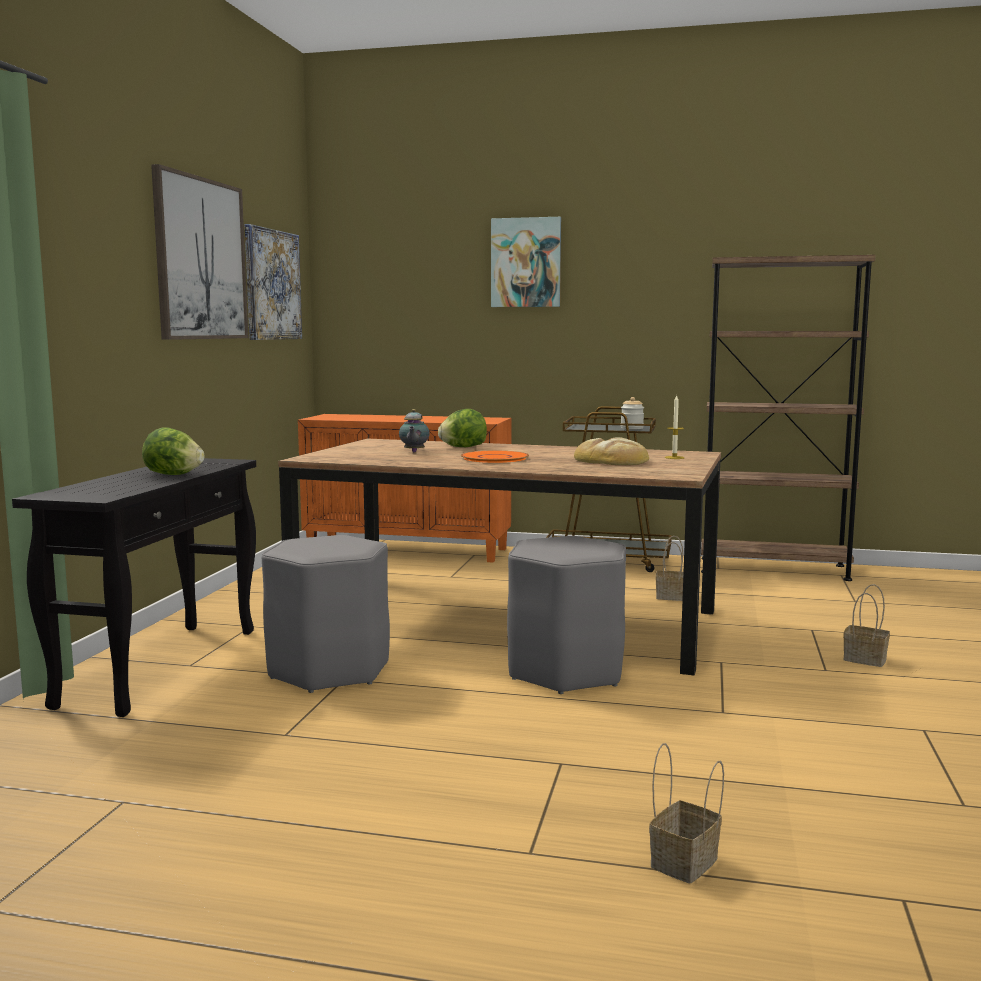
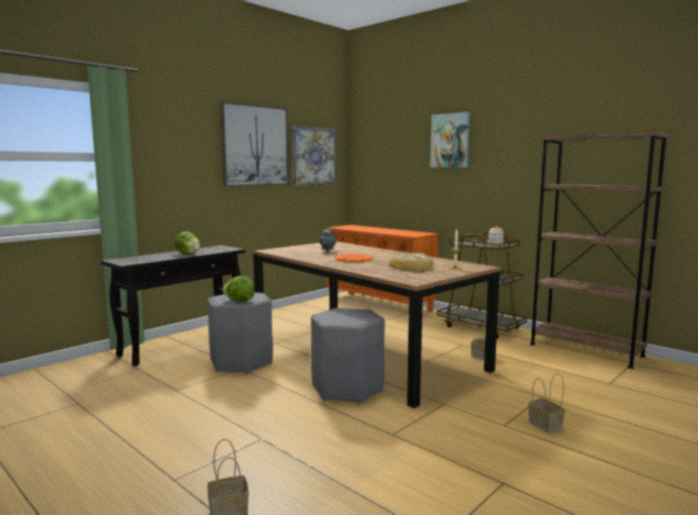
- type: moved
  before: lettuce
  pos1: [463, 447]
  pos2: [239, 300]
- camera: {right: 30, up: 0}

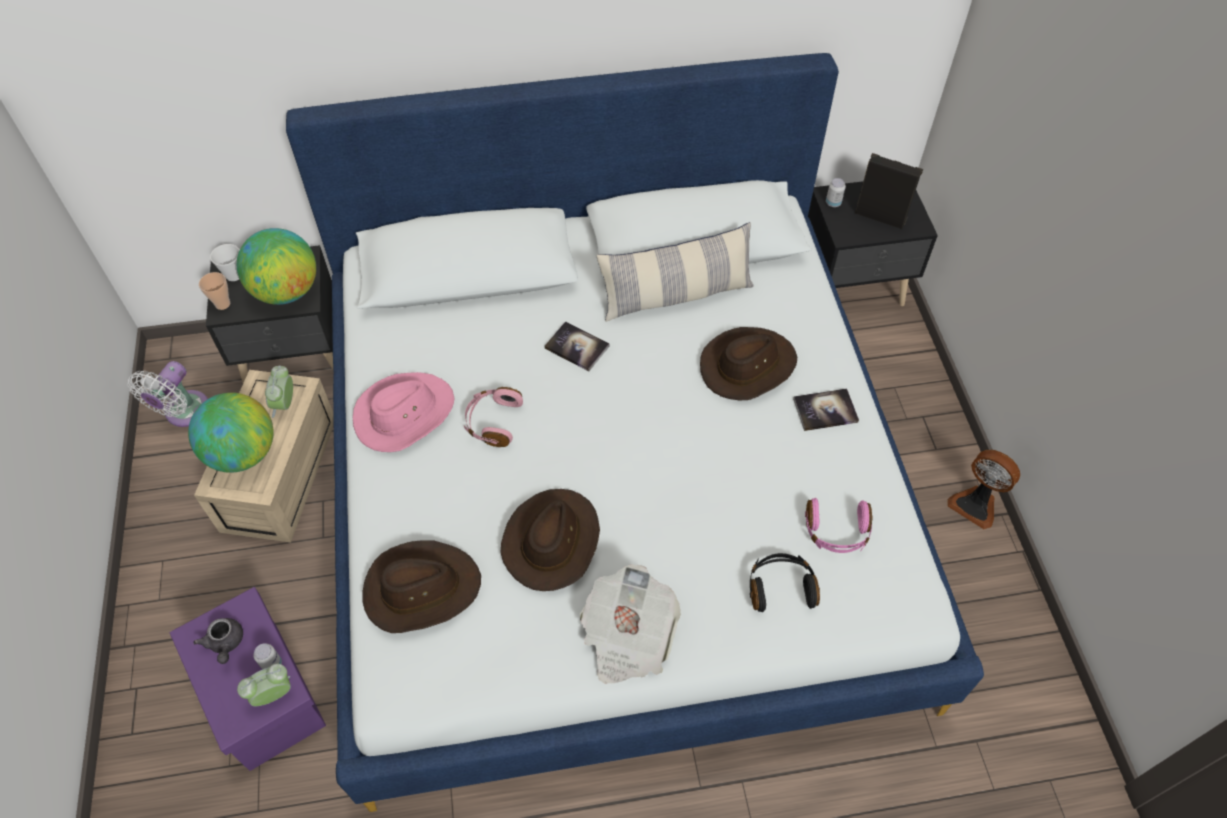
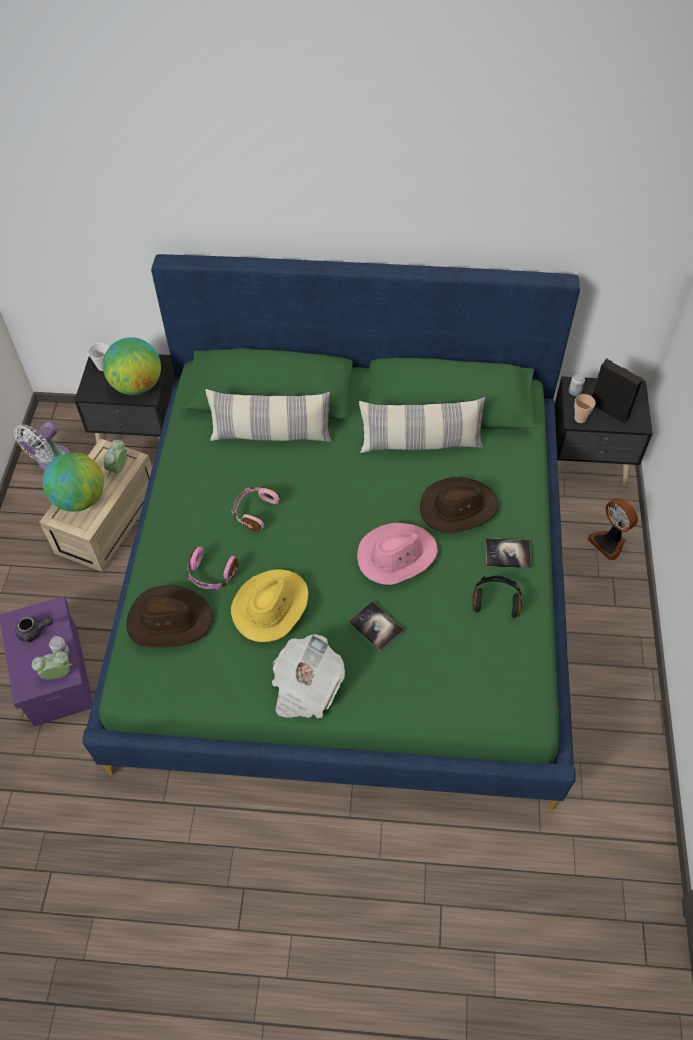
- type: turned
  before: teapot (grey)
  pos1: [225, 644]
  pos2: [34, 631]
  turn: -90
- type: moved
  before: cup
  pos1: [222, 304]
  pos2: [580, 418]
- type: recoloured
  before: bed (white)
  after: bed (green)
  pos1: [613, 494]
  pos2: [348, 586]
- type: moved
  before: hat (pink)
  pos1: [404, 414]
  pos2: [396, 555]
- type: recoloured
  before: hat (brown)
  after: hat (yellow)
  pos1: [552, 541]
  pos2: [271, 606]
- type: moved
  before: book
  pos1: [577, 347]
  pos2: [376, 627]
- type: moved
  before: headphones (black)
  pos1: [780, 587]
  pos2: [496, 600]
- type: moved
  before: headphones (pink)
  pos1: [836, 532]
  pos2: [211, 575]
- type: moved
  before: fan
  pos1: [975, 504]
  pos2: [609, 542]
- type: added
  after: pillow
  pos2: [271, 434]
- camera: {right: 15, up: 0}

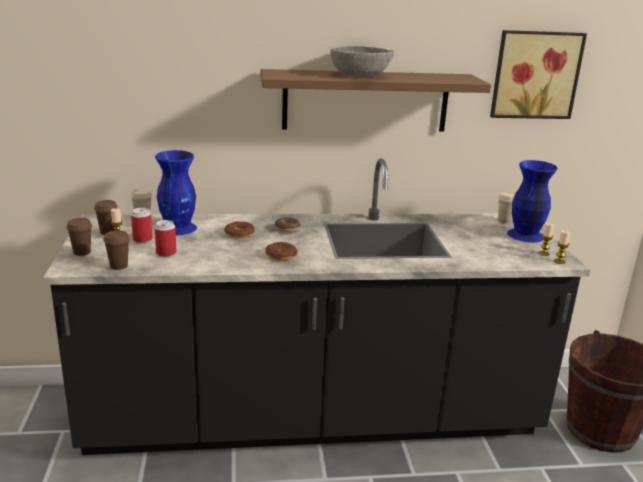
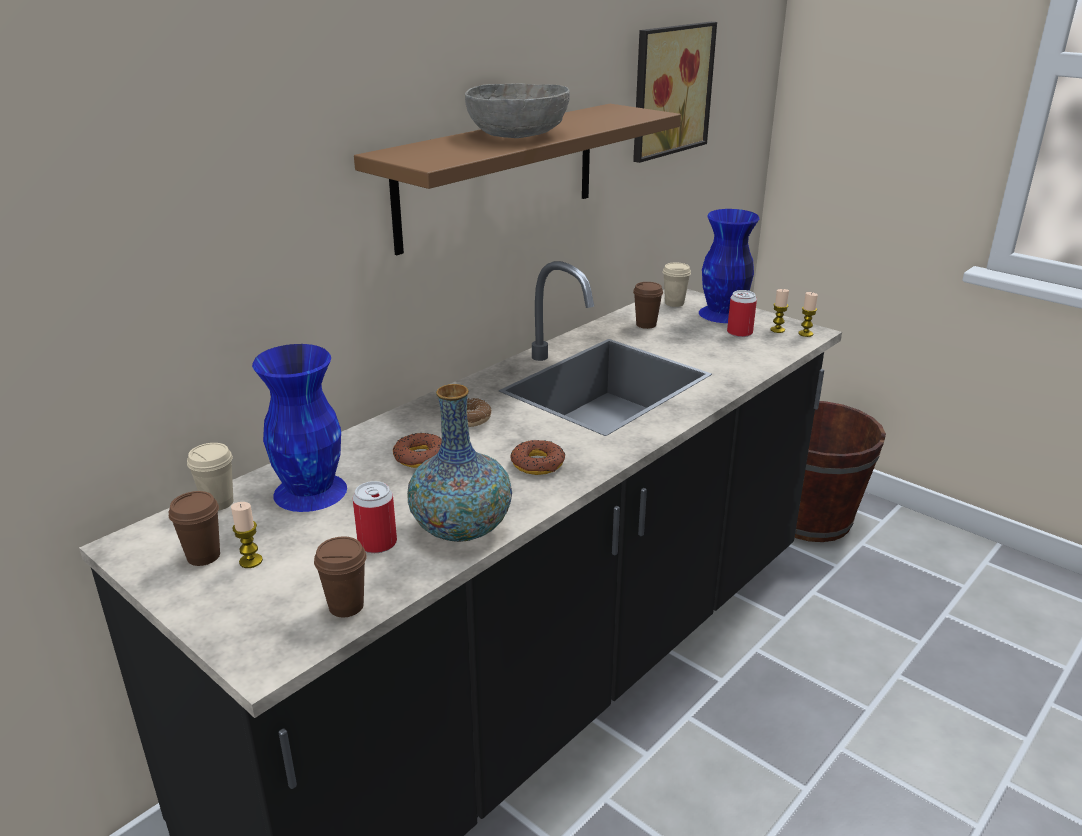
- type: moved
  before: cup (brown)
  pos1: [82, 252]
  pos2: [646, 324]
- type: moved
  before: can
  pos1: [142, 239]
  pos2: [739, 333]
- type: added
  after: vase
  pos2: [461, 529]
- camera: {right: -40, up: 5}

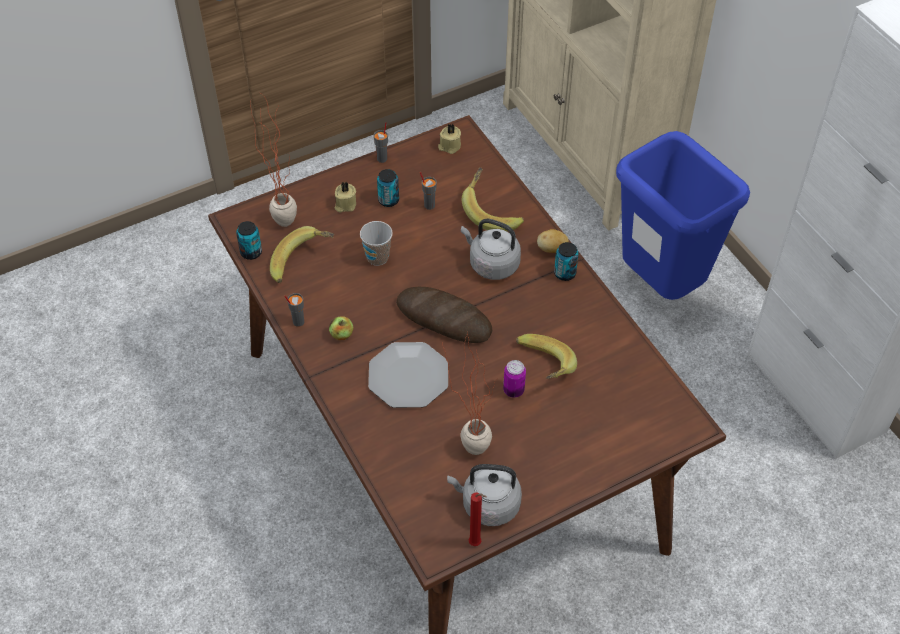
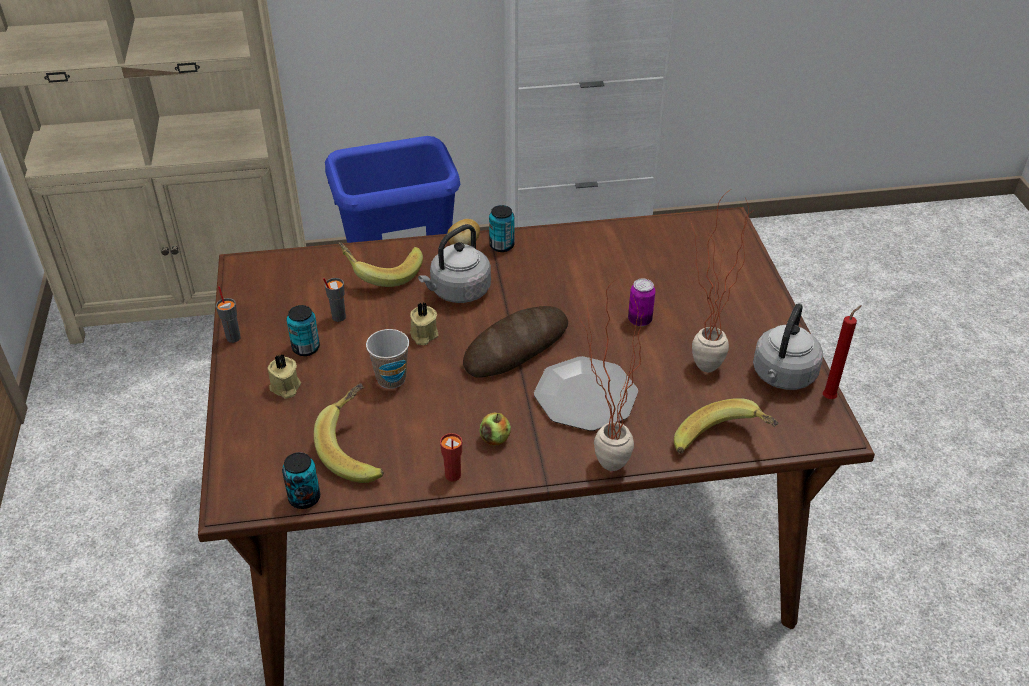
- type: moved
  before: potted plant
  pos1: [283, 216]
  pos2: [599, 464]
- type: recoloured
  before: cup (grey)
  after: cup (red)
  pos1: [298, 322]
  pos2: [452, 476]
- type: moved
  before: candle (beige)
  pos1: [449, 146]
  pos2: [423, 335]
- type: moved
  before: banana
  pos1: [542, 369]
  pos2: [723, 445]
- camera: {right: -70, up: -10}

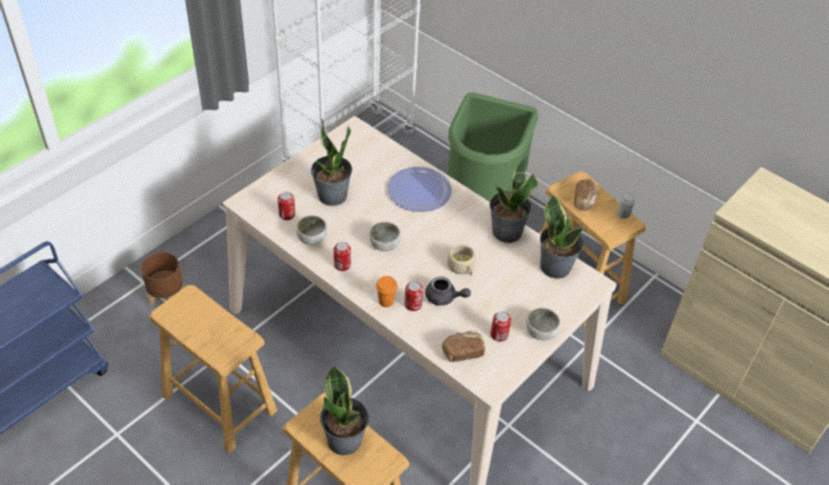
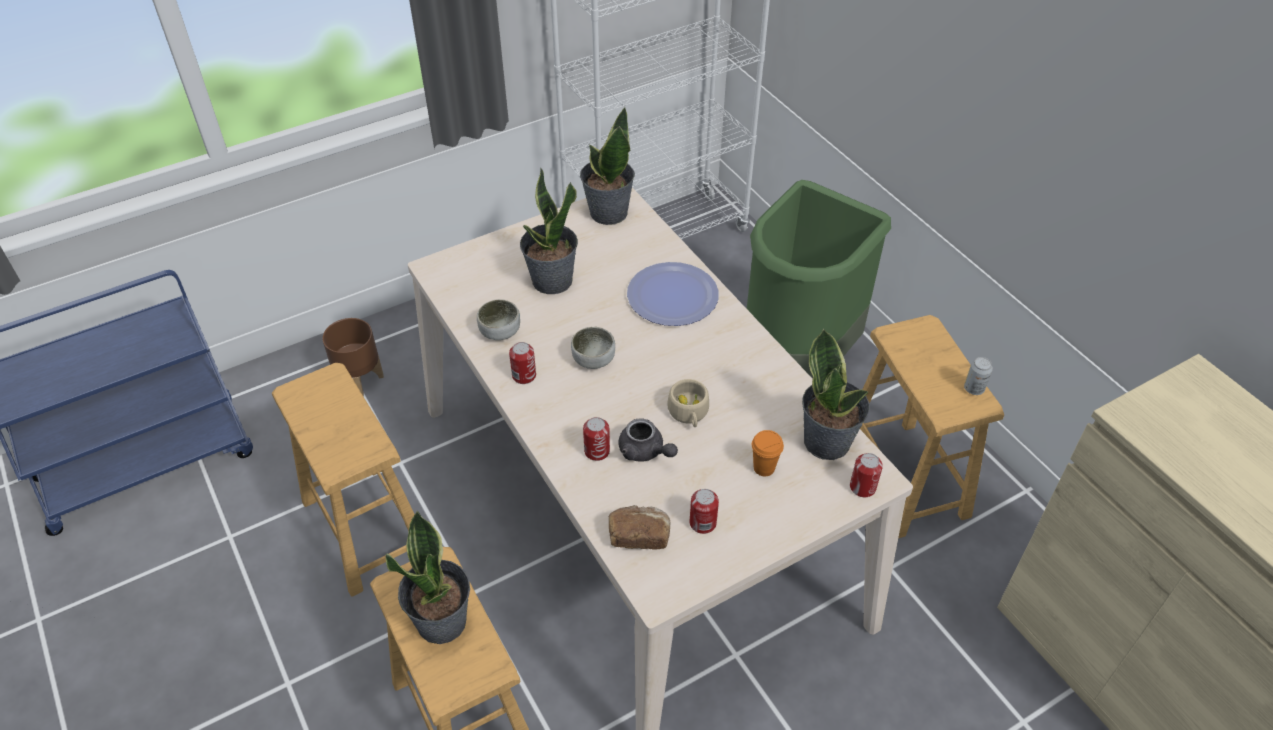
- type: moved
  before: can
  pos1: [287, 215]
  pos2: [862, 487]
- type: moved
  before: cup (orange)
  pos1: [386, 301]
  pos2: [764, 468]
- type: moved
  before: potted plant
  pos1: [506, 232]
  pos2: [607, 212]
- type: removed
  before: bowl
  pos1: [541, 331]
- type: removed
  before: bread
  pos1: [584, 201]
- camera: {right: 20, up: 0}

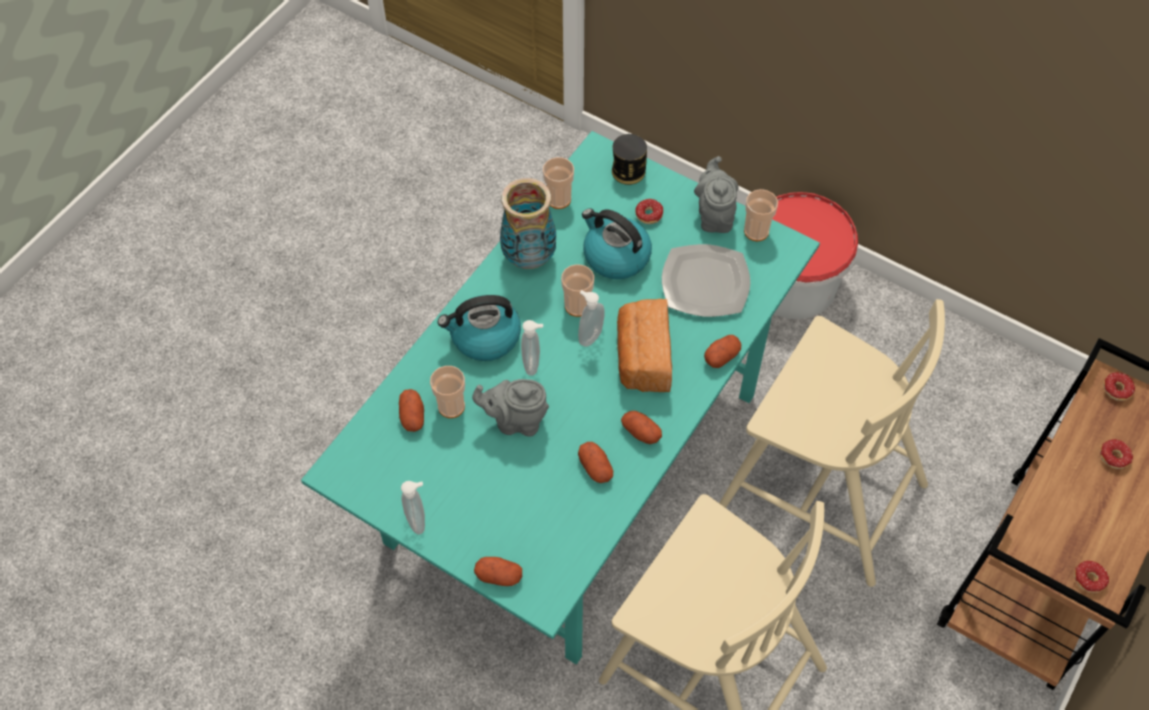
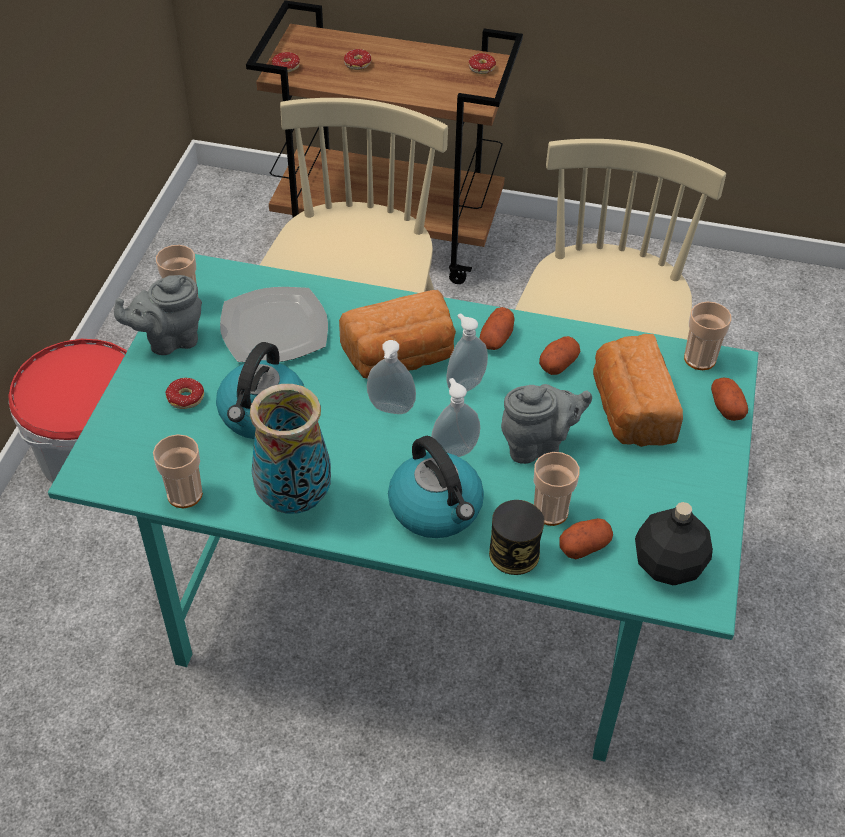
- type: moved
  before: soap dispenser
  pos1: [418, 520]
  pos2: [464, 384]
- type: turned
  before: teapot (grey)
  pos1: [516, 421]
  pos2: [538, 445]
  turn: -90
- type: moved
  before: cup
  pos1: [577, 306]
  pos2: [699, 359]
- type: moved
  before: can
  pos1: [628, 171]
  pos2: [514, 553]
- type: removed
  before: potato
  pos1: [721, 356]
- type: added
  after: bread
  pos2: [629, 411]
- type: added
  after: bottle (black)
  pos2: [668, 564]
- camera: {right: -110, up: -10}

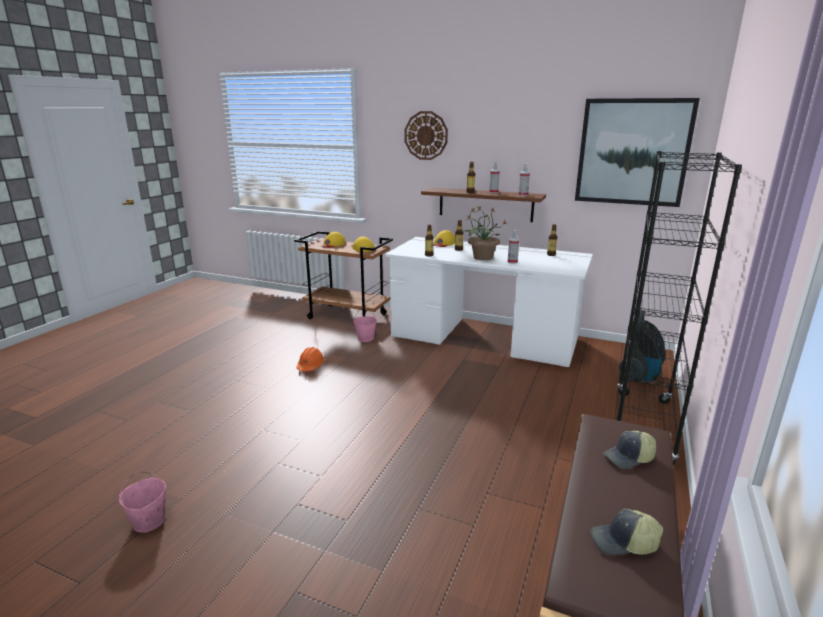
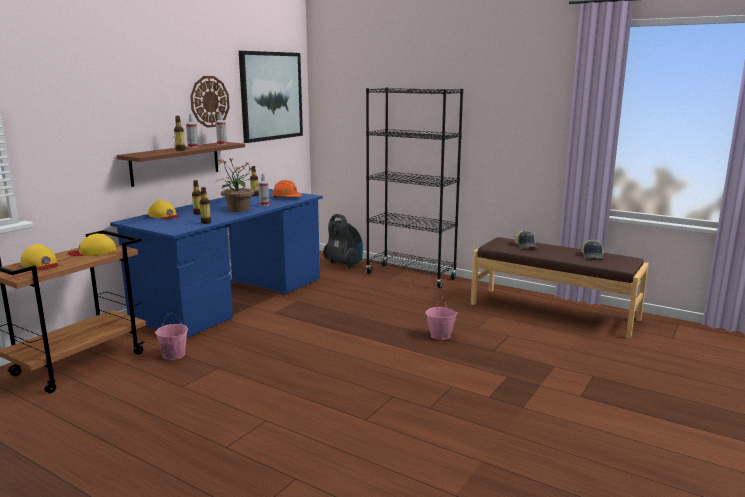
- type: moved
  before: bucket (pink)
  pos1: [149, 522]
  pos2: [440, 336]
- type: moved
  before: hard hat (orange)
  pos1: [310, 366]
  pos2: [286, 198]
- type: recoloured
  before: desk (white)
  after: desk (blue)
  pos1: [484, 337]
  pos2: [232, 299]
- type: moved
  before: wall clock
  pos1: [426, 135]
  pos2: [209, 101]
- camera: {right: -80, up: -5}

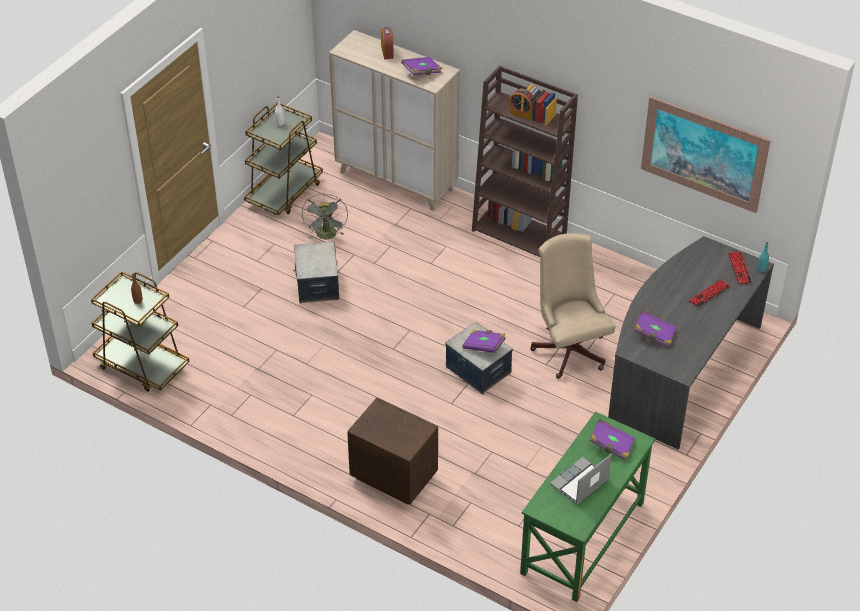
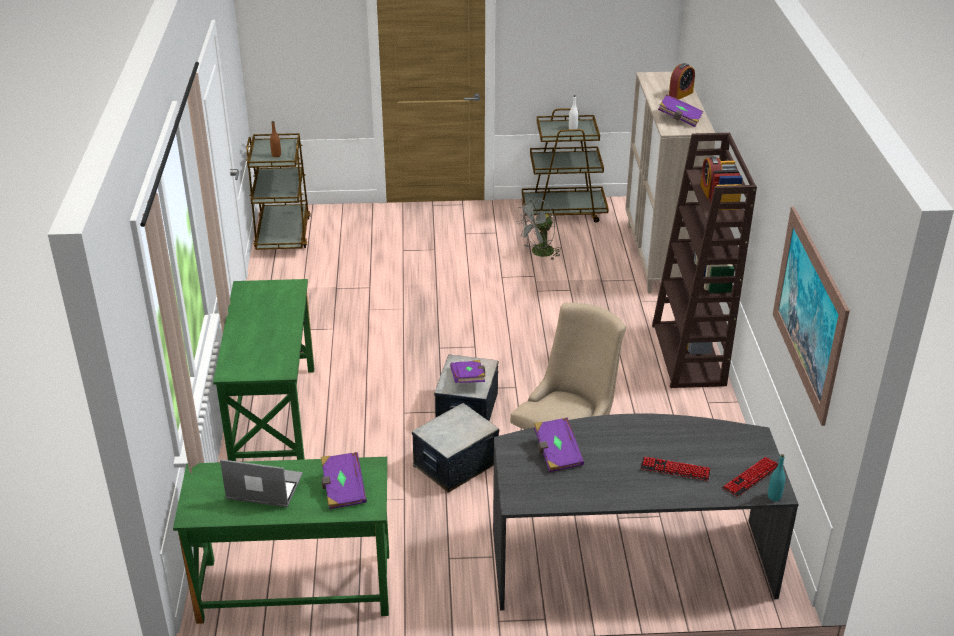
- type: moved
  before: storage box
  pos1: [317, 284]
  pos2: [455, 464]
- type: replaced
  before: nightstand (brown)
  after: desk (green)
  pos1: [393, 476]
  pos2: [273, 418]
- camera: {right: 55, up: -10}

